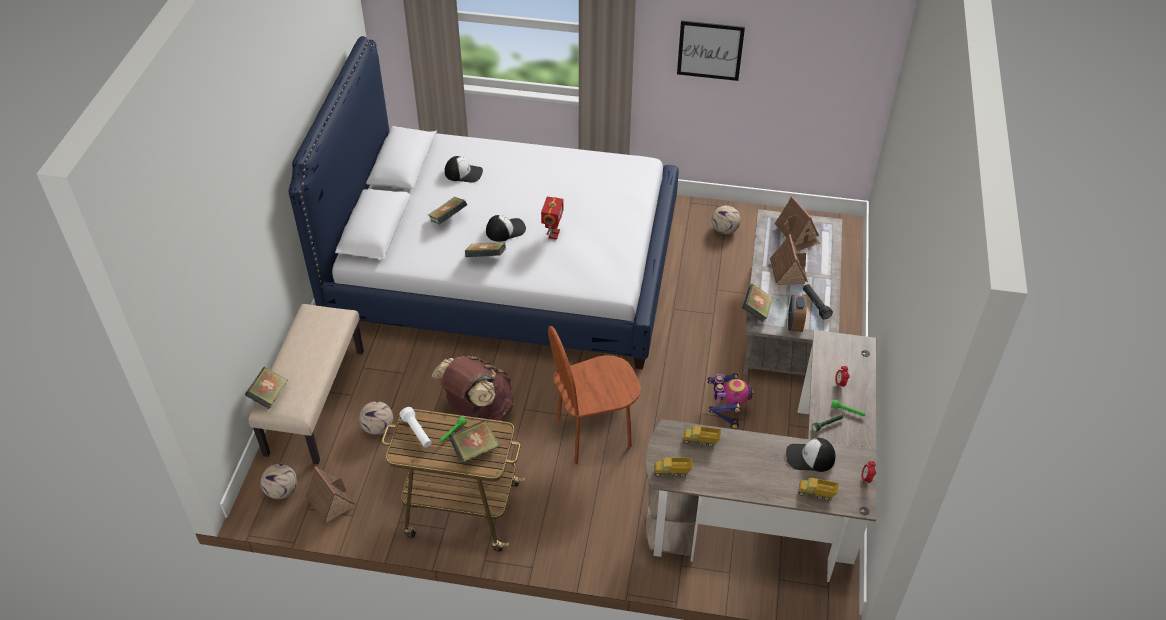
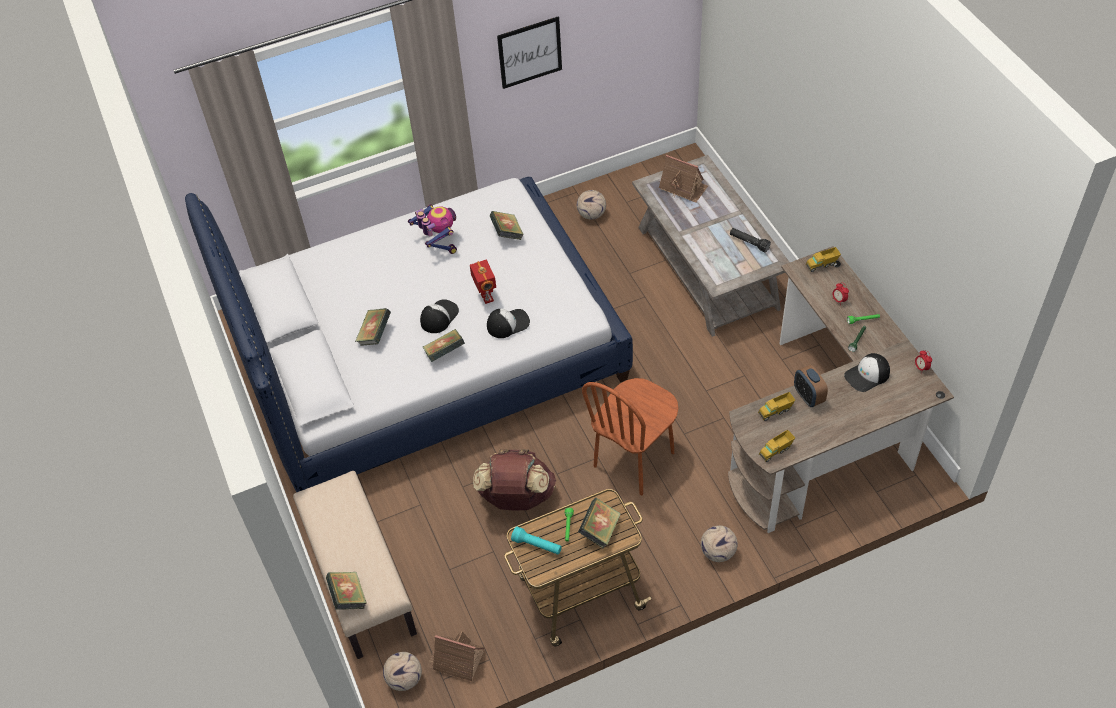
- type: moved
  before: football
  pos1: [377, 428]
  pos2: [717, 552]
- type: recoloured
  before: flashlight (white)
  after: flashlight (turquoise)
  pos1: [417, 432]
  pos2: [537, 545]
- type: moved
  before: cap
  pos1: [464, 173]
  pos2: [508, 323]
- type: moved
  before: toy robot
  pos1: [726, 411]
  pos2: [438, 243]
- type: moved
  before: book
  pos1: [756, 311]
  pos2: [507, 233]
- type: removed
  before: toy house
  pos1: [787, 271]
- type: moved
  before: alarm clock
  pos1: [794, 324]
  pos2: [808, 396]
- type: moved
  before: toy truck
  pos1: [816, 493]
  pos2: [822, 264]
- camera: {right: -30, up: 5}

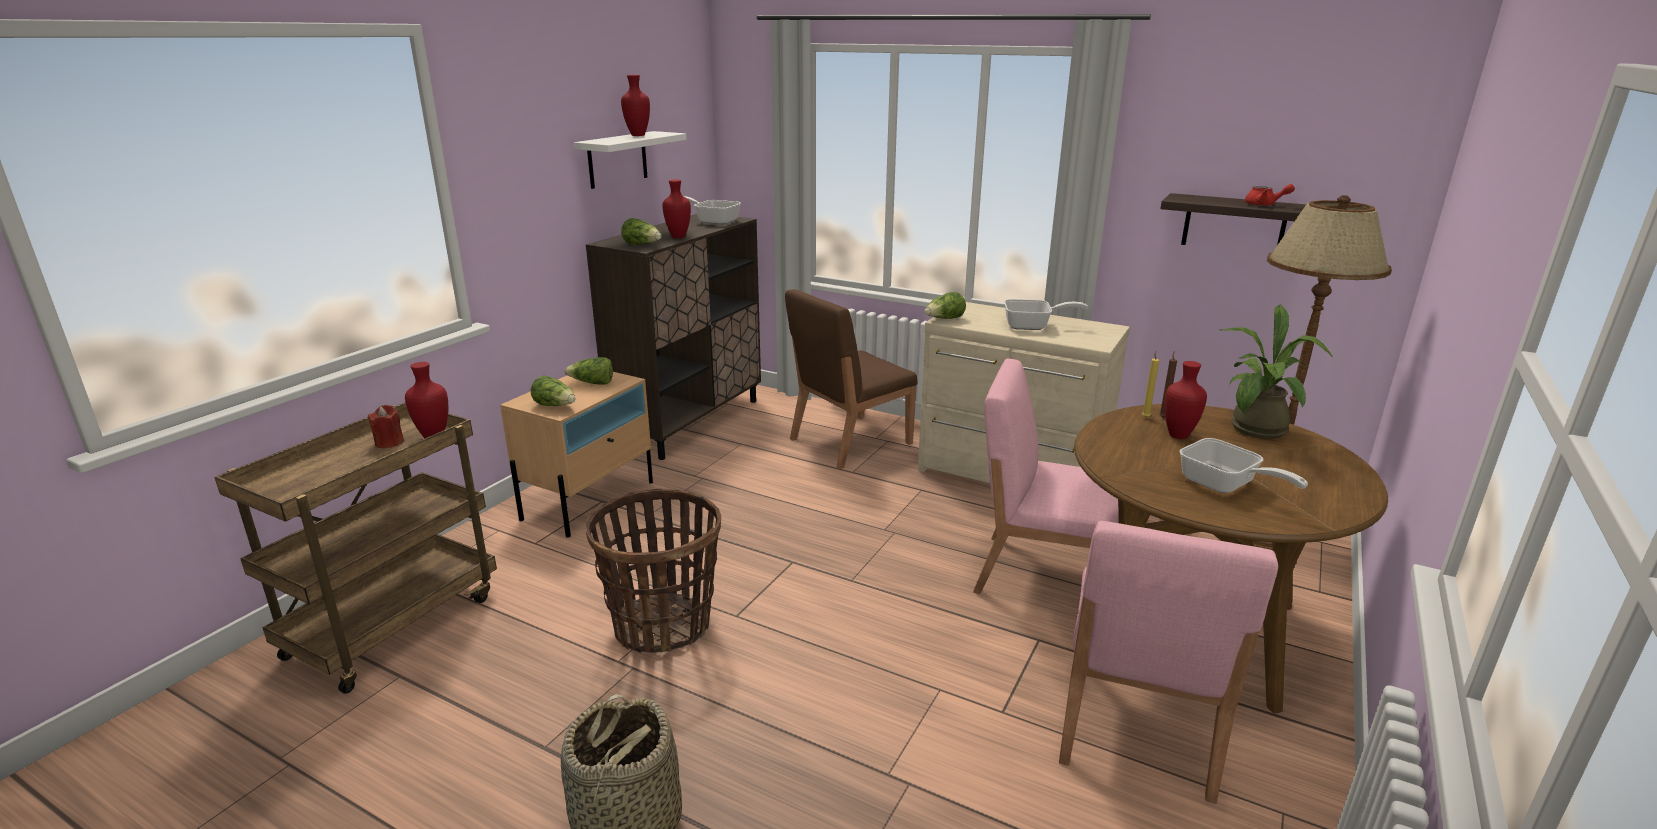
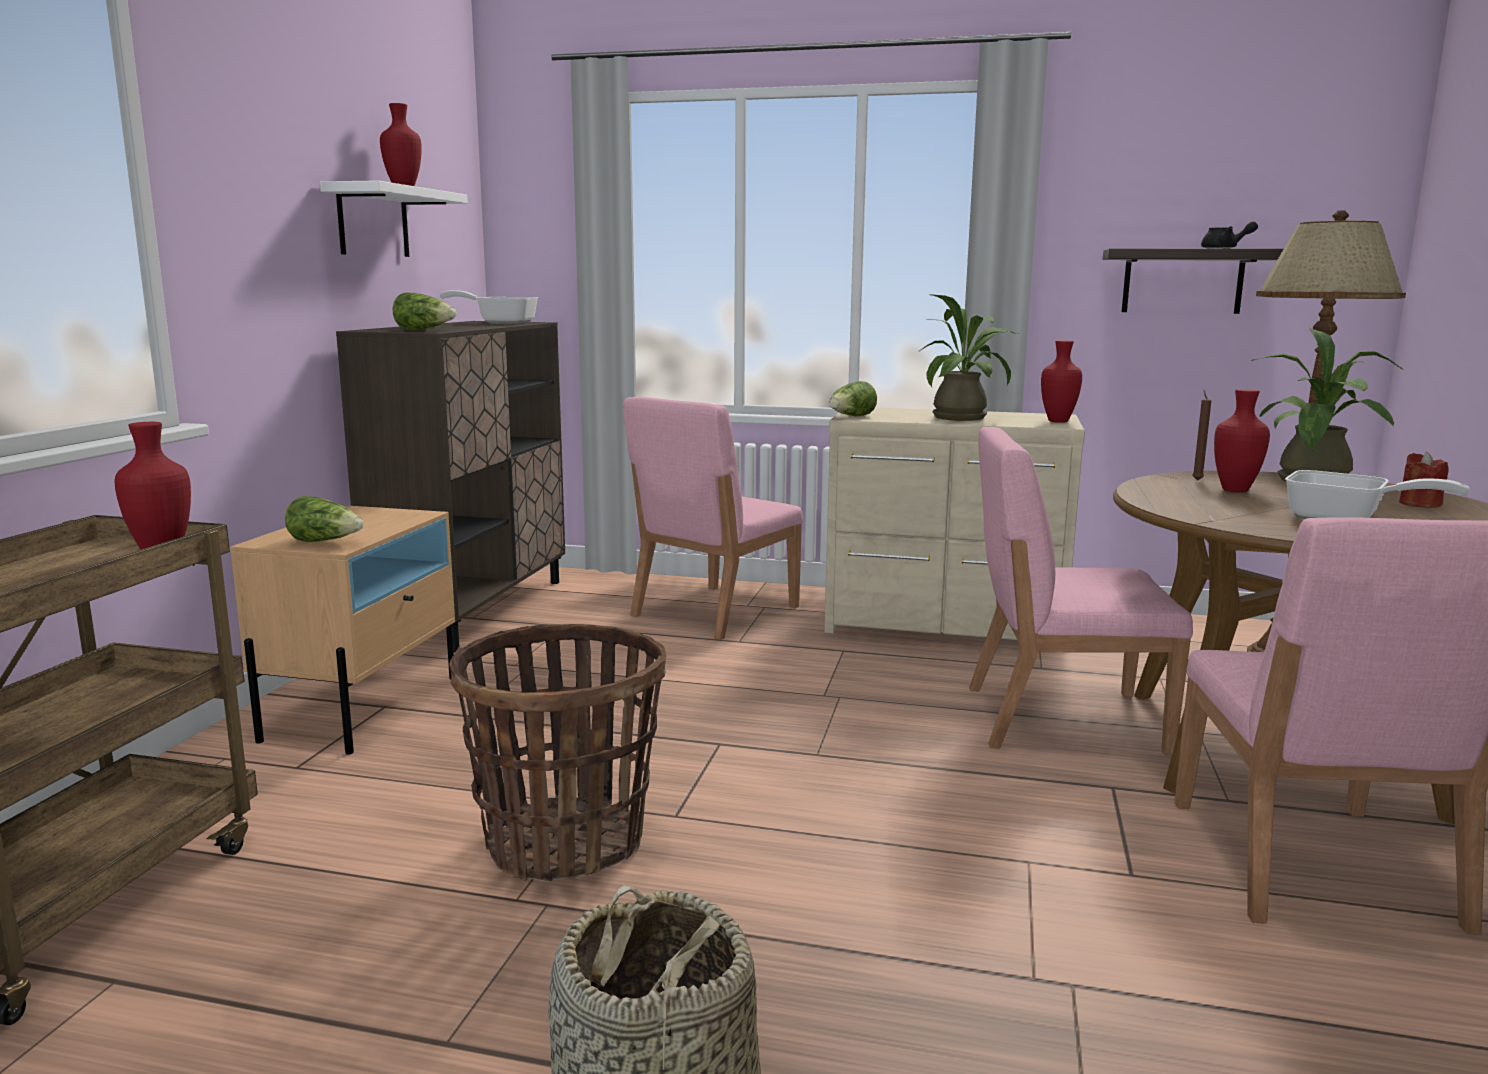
- type: moved
  before: candle (red)
  pos1: [389, 442]
  pos2: [1419, 504]
- type: removed
  before: lettuce
  pos1: [592, 383]
- type: moved
  before: vase (red)
  pos1: [679, 237]
  pos2: [1059, 421]
- type: recoloured
  before: chair (brown)
  after: chair (pink)
  pos1: [849, 441]
  pos2: [713, 611]
- type: replaced
  before: frying pan
  after: potted plant
  pos1: [1033, 326]
  pos2: [966, 417]
- type: removed
  before: candle (yellow)
  pos1: [1145, 417]
- type: recoloured
  before: teapot (red)
  after: teapot (black)
  pos1: [1264, 205]
  pos2: [1225, 248]
- camera: {right: -15, up: -10}

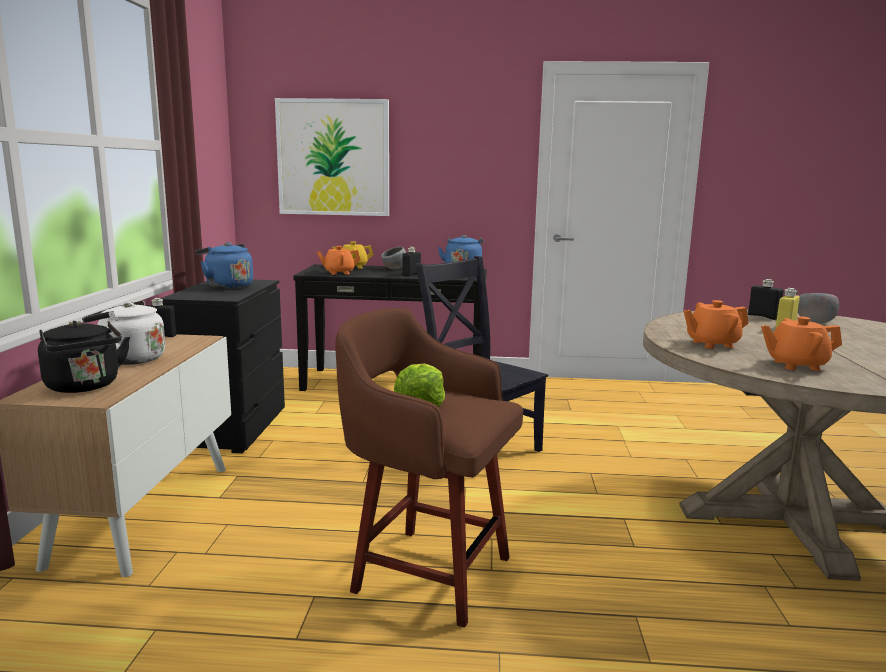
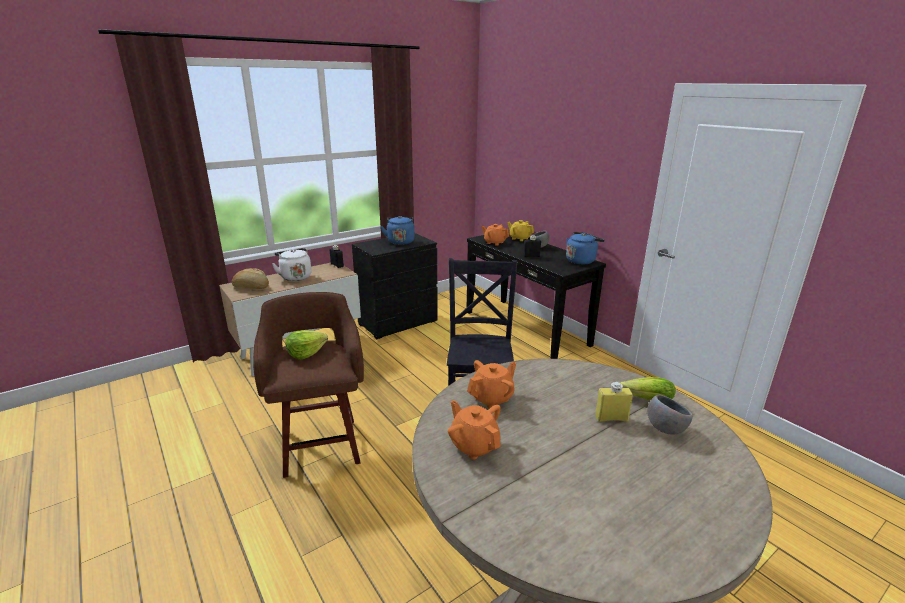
- type: replaced
  before: kettle (black)
  after: bread
  pos1: [85, 387]
  pos2: [251, 287]
- type: removed
  before: picture
  pos1: [333, 158]
- type: turned
  before: teapot (orange)
  pos1: [712, 344]
  pos2: [492, 398]
  turn: 105
- type: replaced
  before: bottle (black)
  after: lettuce
  pos1: [763, 317]
  pos2: [644, 399]
- camera: {right: 50, up: 10}

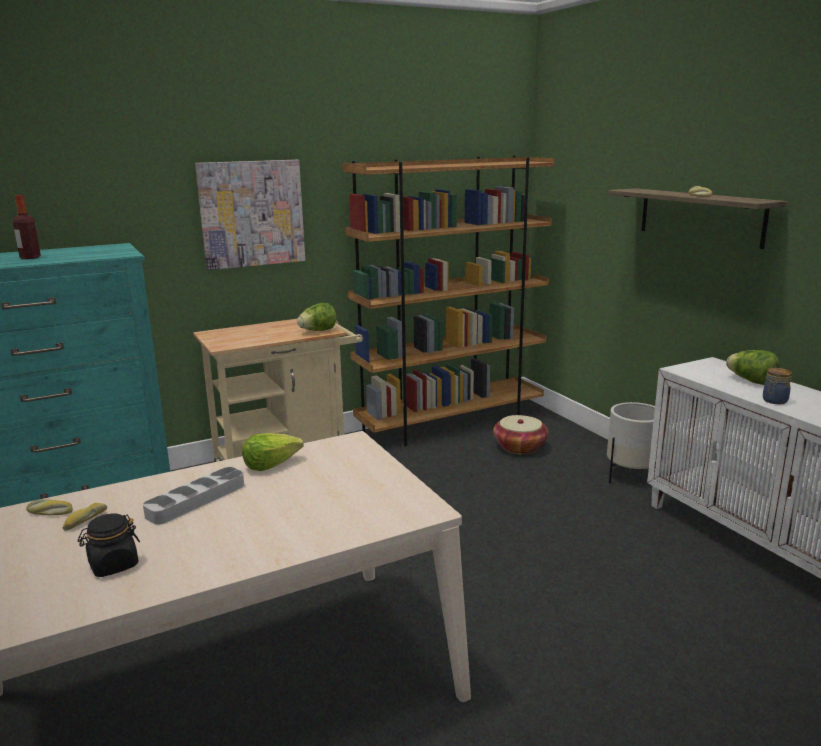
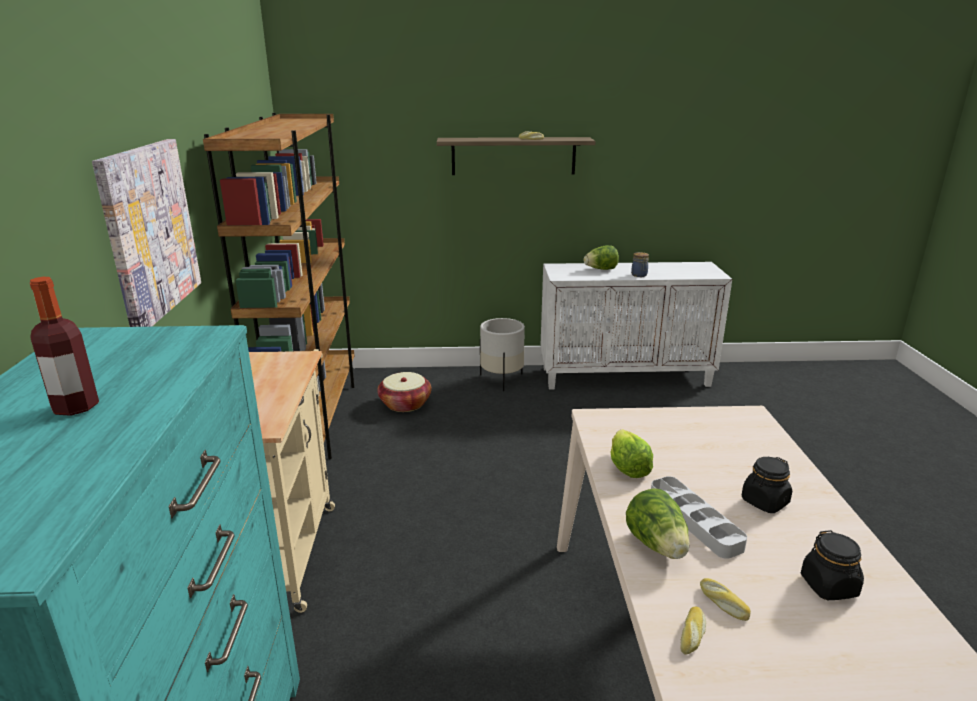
- type: moved
  before: lettuce
  pos1: [318, 331]
  pos2: [657, 545]
- type: added
  after: jar (black)
  pos2: [764, 502]
- camera: {right: -65, up: 5}

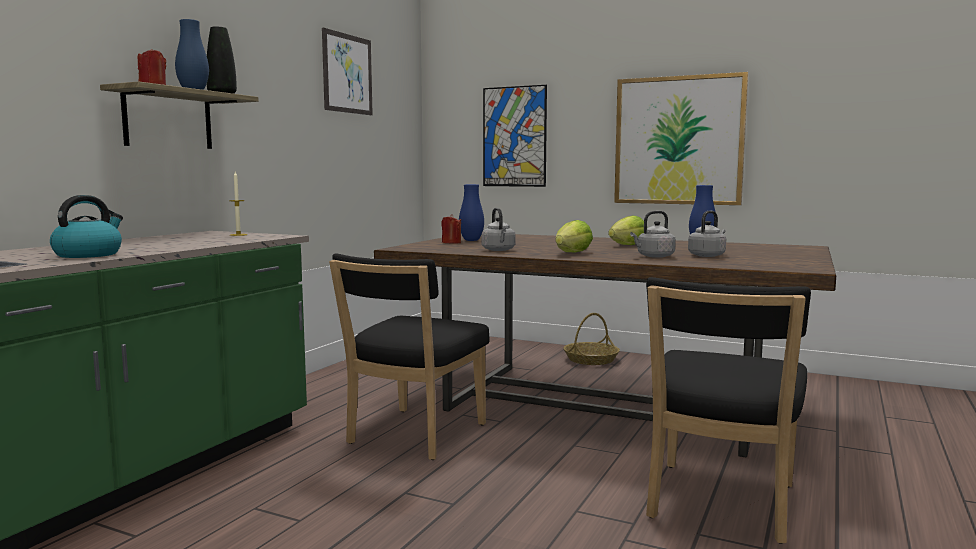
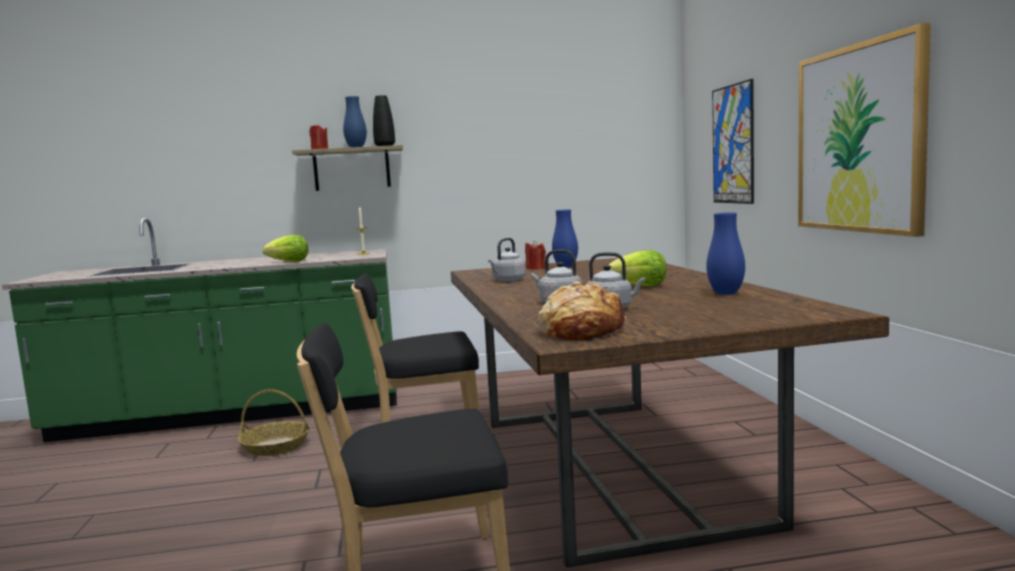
- type: removed
  before: kettle
  pos1: [89, 254]
- type: removed
  before: picture
  pos1: [347, 73]
- type: moved
  before: lettuce
  pos1: [573, 253]
  pos2: [289, 262]
- type: moved
  before: basket
  pos1: [591, 359]
  pos2: [276, 446]
- type: added
  after: bread
  pos2: [582, 331]
- camera: {right: 55, up: 0}

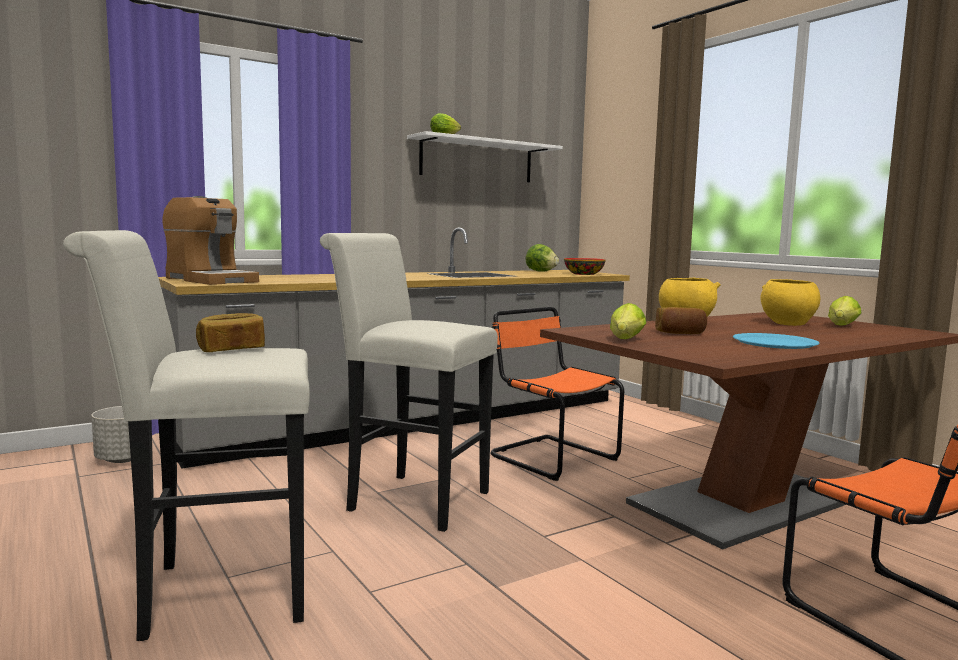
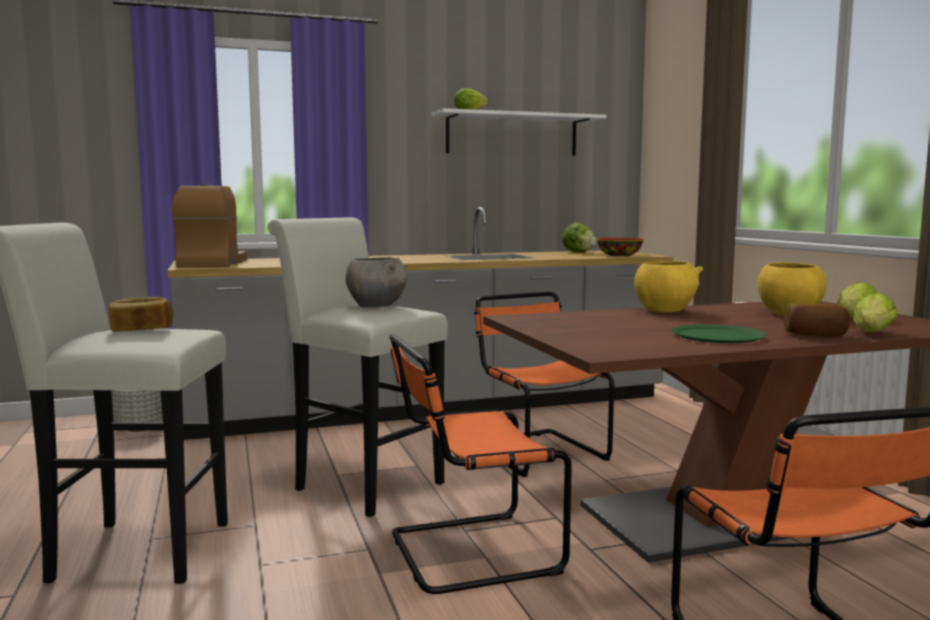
- type: turned
  before: coffee machine
  pos1: [210, 280]
  pos2: [212, 263]
  turn: -150
- type: moved
  before: lettuce
  pos1: [625, 340]
  pos2: [872, 334]
- type: moved
  before: bread
  pos1: [680, 333]
  pos2: [815, 335]
- type: recoloured
  before: plate (blue)
  after: plate (green)
  pos1: [774, 343]
  pos2: [717, 336]
- type: added
  after: bowl (grey)
  pos2: [376, 306]
- type: added
  after: chair (orange)
  pos2: [467, 553]
- camera: {right: 15, up: 0}

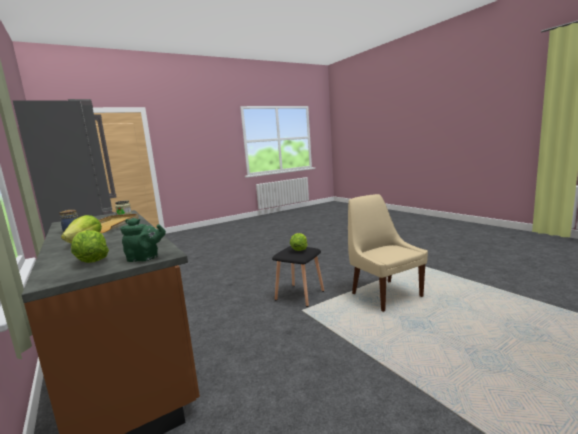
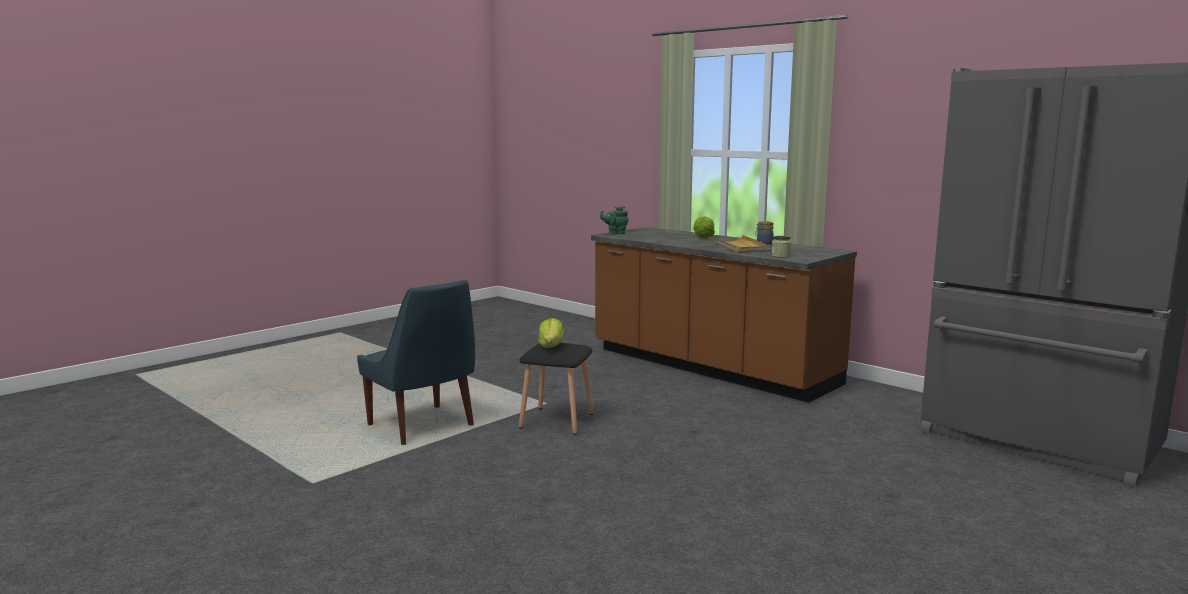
- type: removed
  before: lettuce
  pos1: [91, 261]
- type: recoloured
  before: chair (beige)
  after: chair (blue)
  pos1: [384, 294]
  pos2: [423, 426]
- camera: {right: 165, up: 0}

